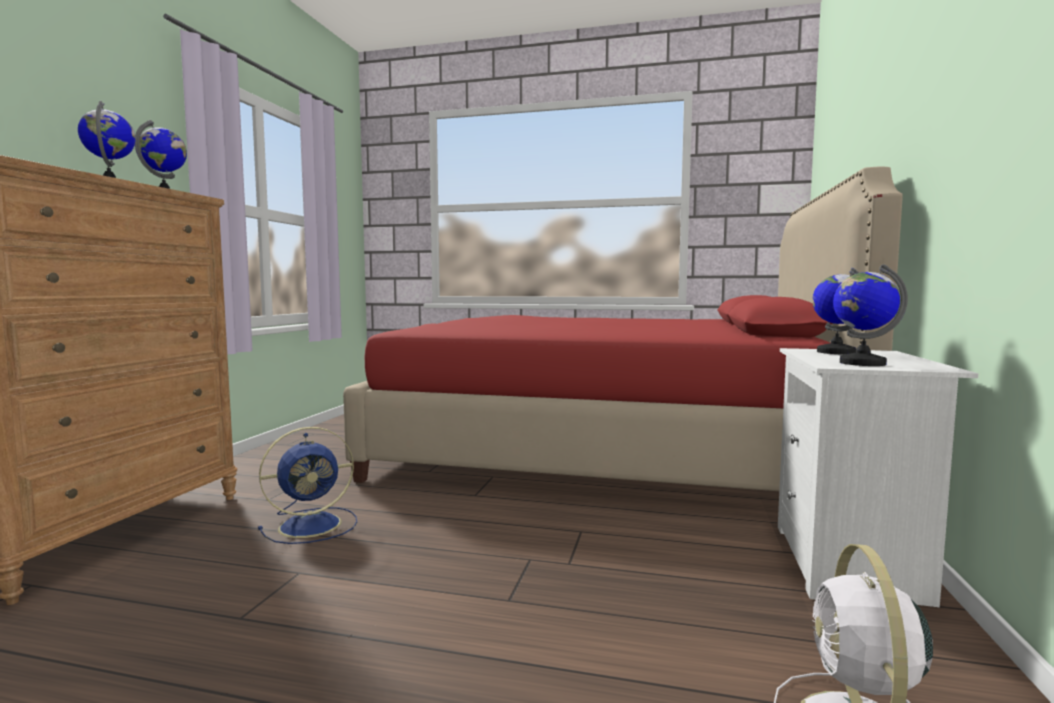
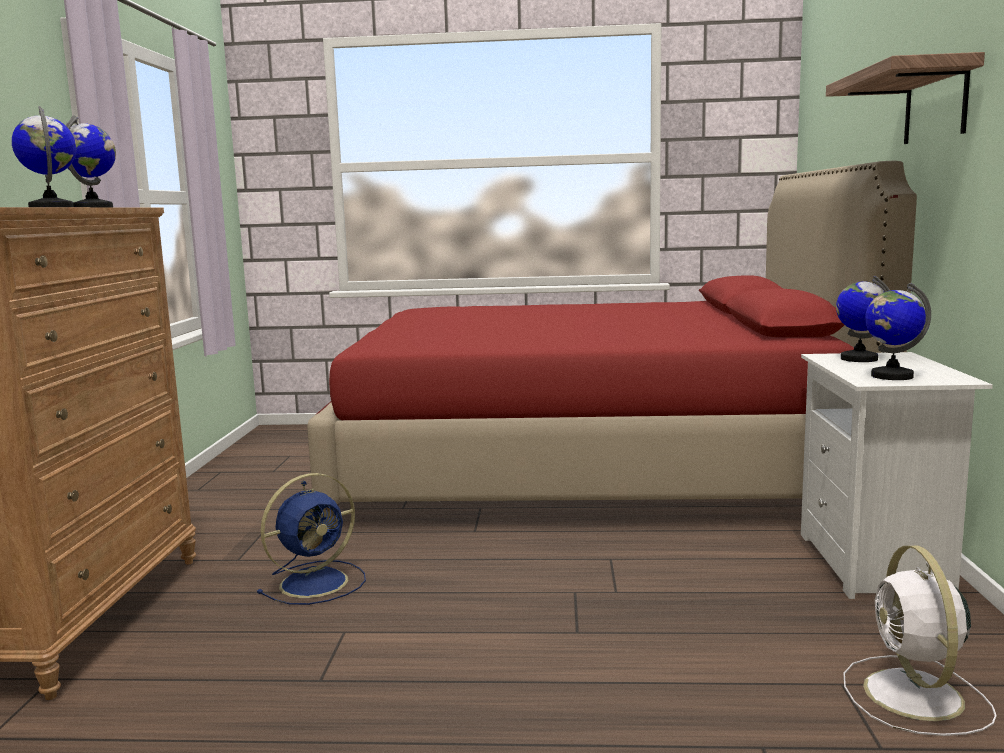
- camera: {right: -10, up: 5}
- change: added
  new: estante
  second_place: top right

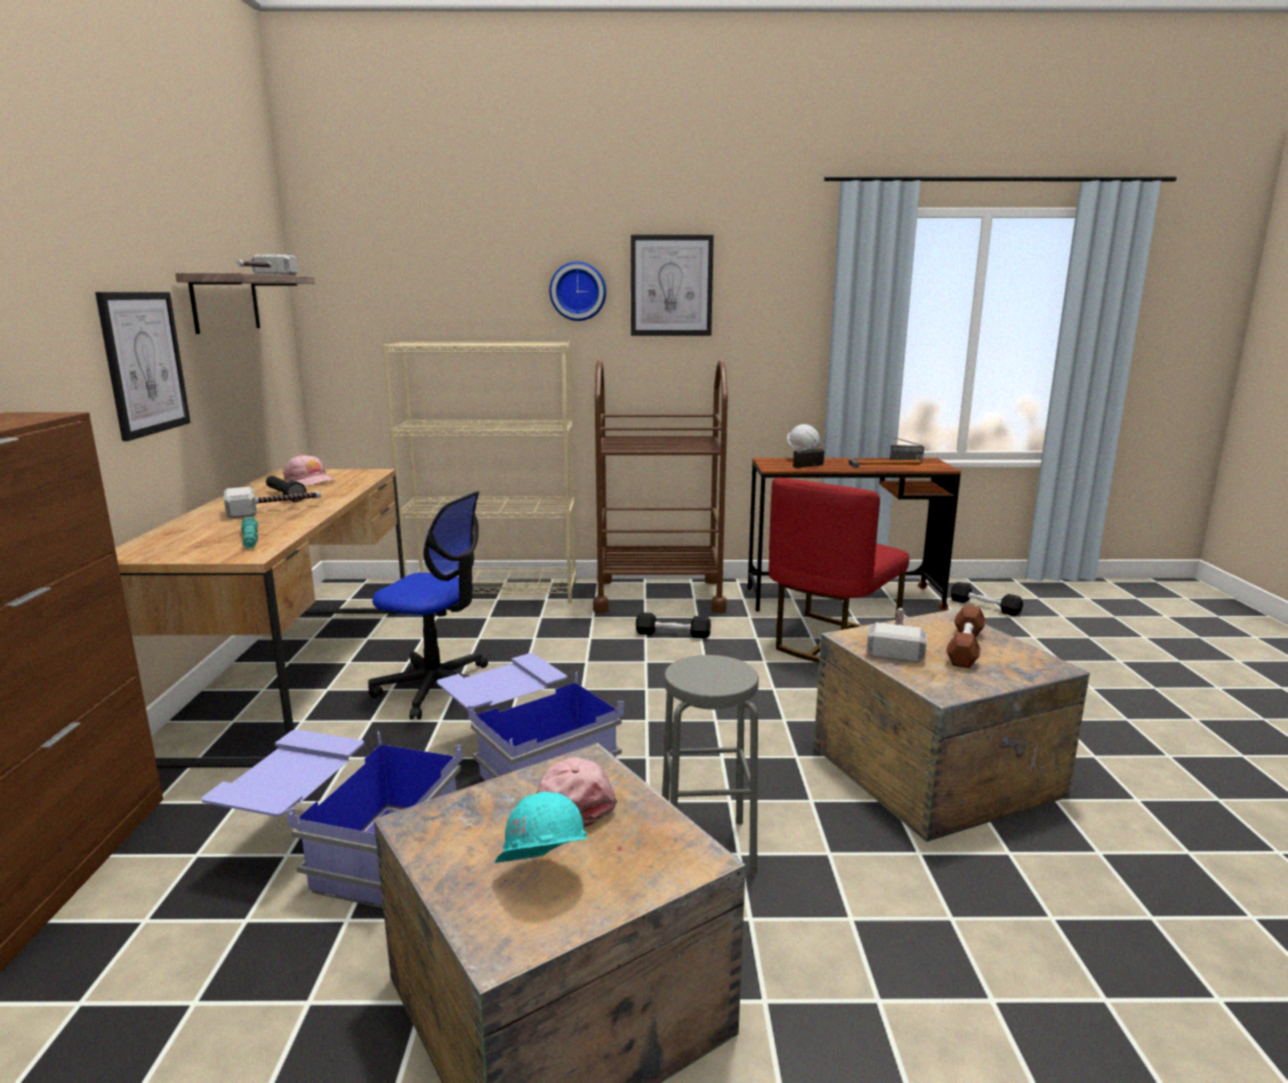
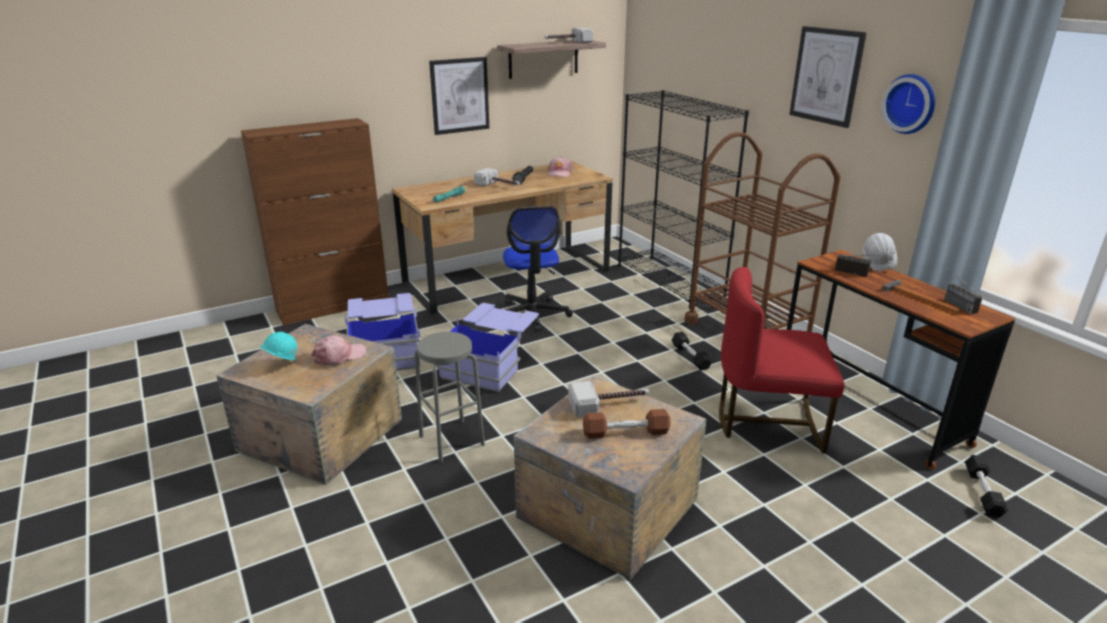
- camera: {right: 60, up: 10}
- change: recoloured
  old: estantería (beis)
  new: estantería (negro)
  first_place: centre
  second_place: top centre
- change: moved
  old: reloj de pared
  first_place: top centre
  second_place: top right

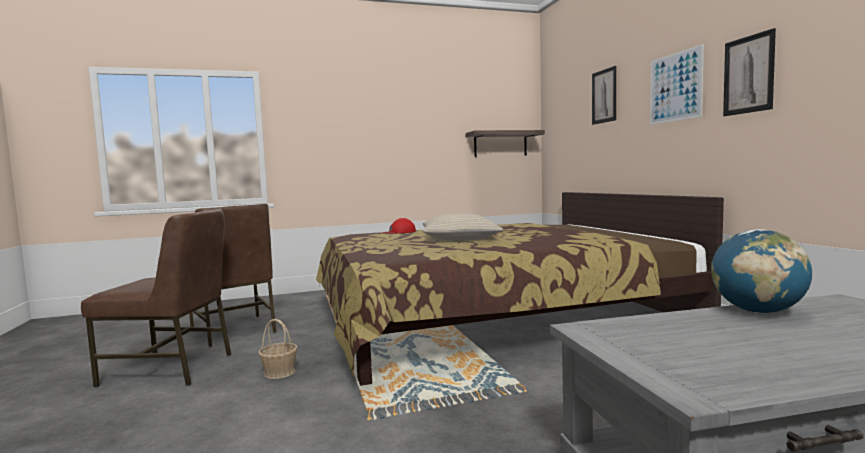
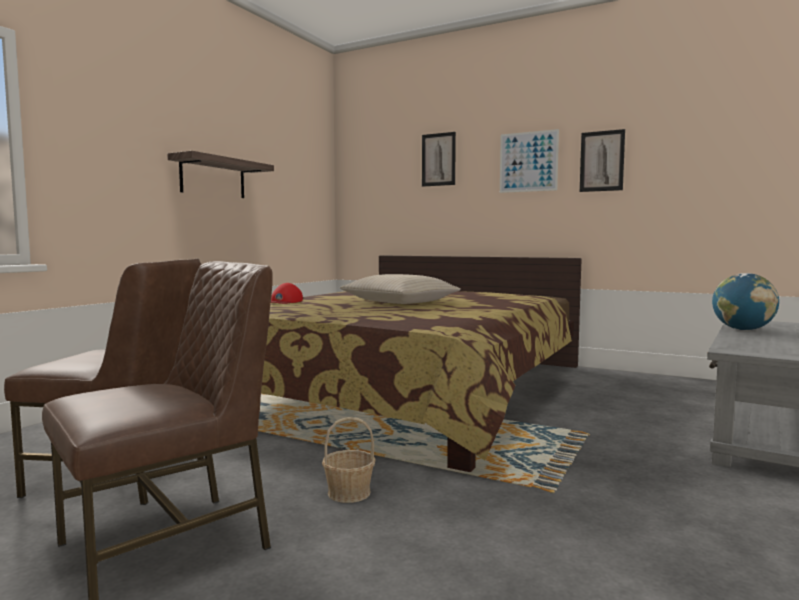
- camera: {right: -45, up: 0}
- change: moved
  old: estante
  first_place: top centre
  second_place: top left

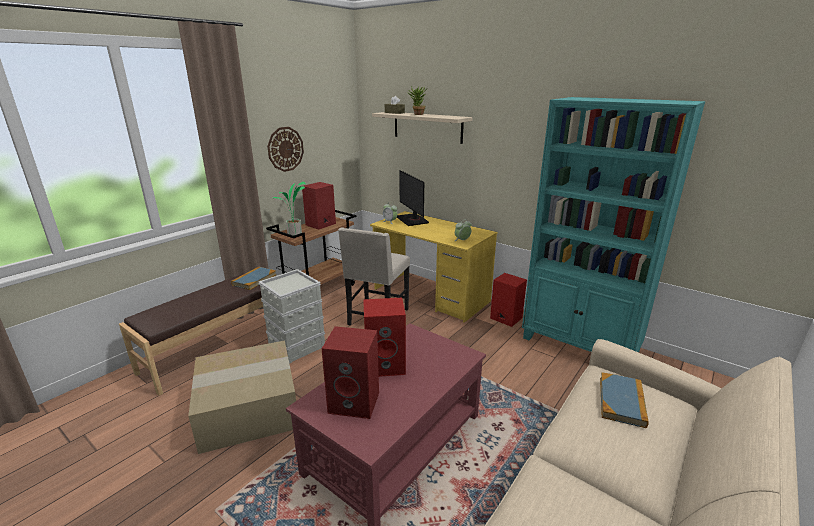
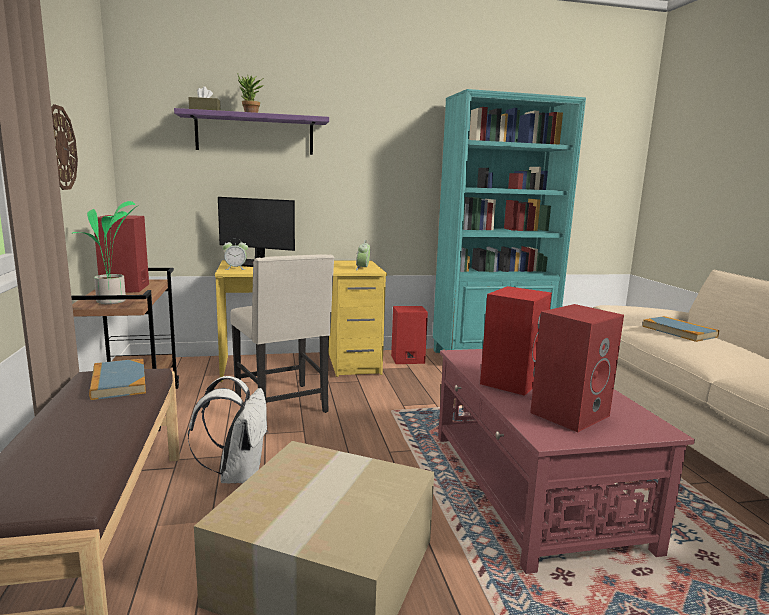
- camera: {right: -50, up: -10}
- change: replaced
  old: caja de almacenaje (gris)
  new: mochila (blanco)
  first_place: centre
  second_place: bottom left
- change: recoloured
  old: estante (beis)
  new: estante (morado)
  first_place: top centre
  second_place: top left

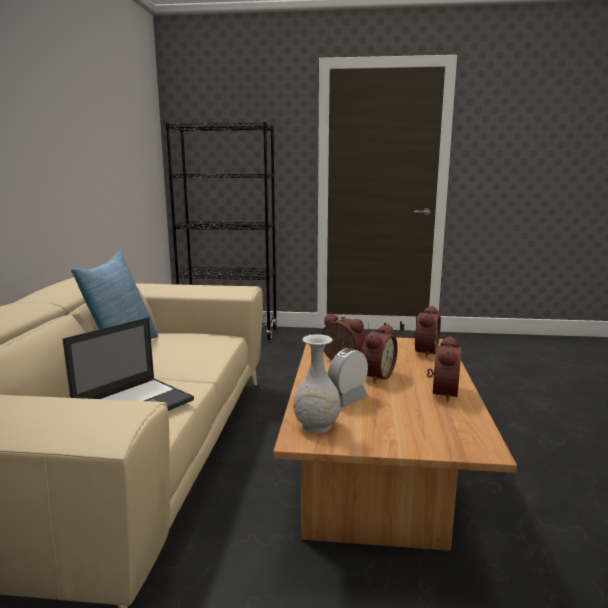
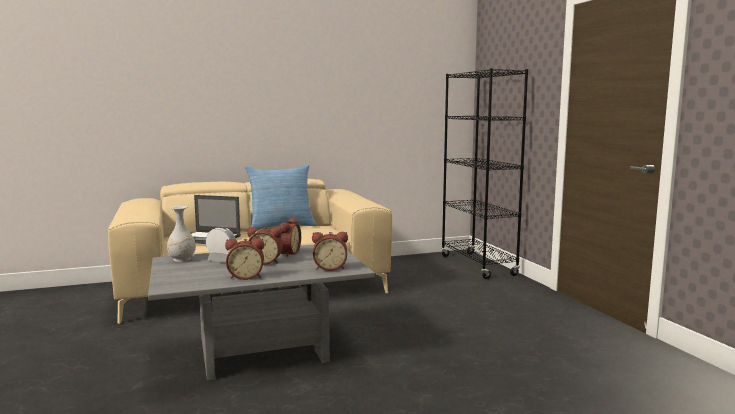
- camera: {right: 65, up: -5}
- change: recoloured
  old: mesa de centro (marrón)
  new: mesa de centro (gris)
  first_place: bottom centre
  second_place: bottom centre

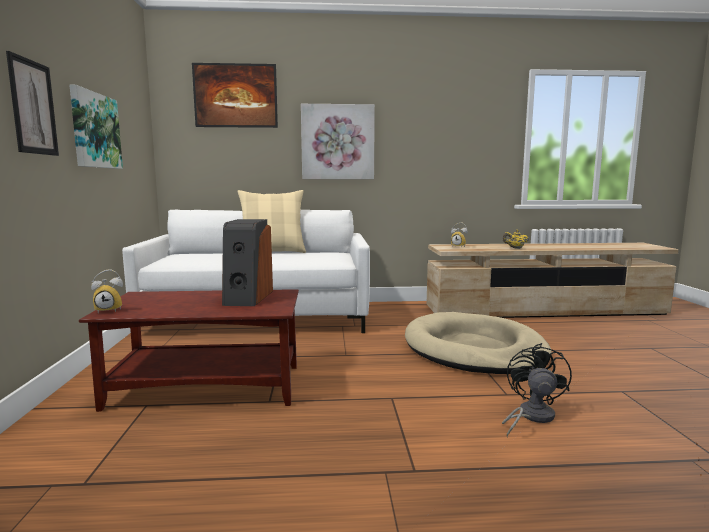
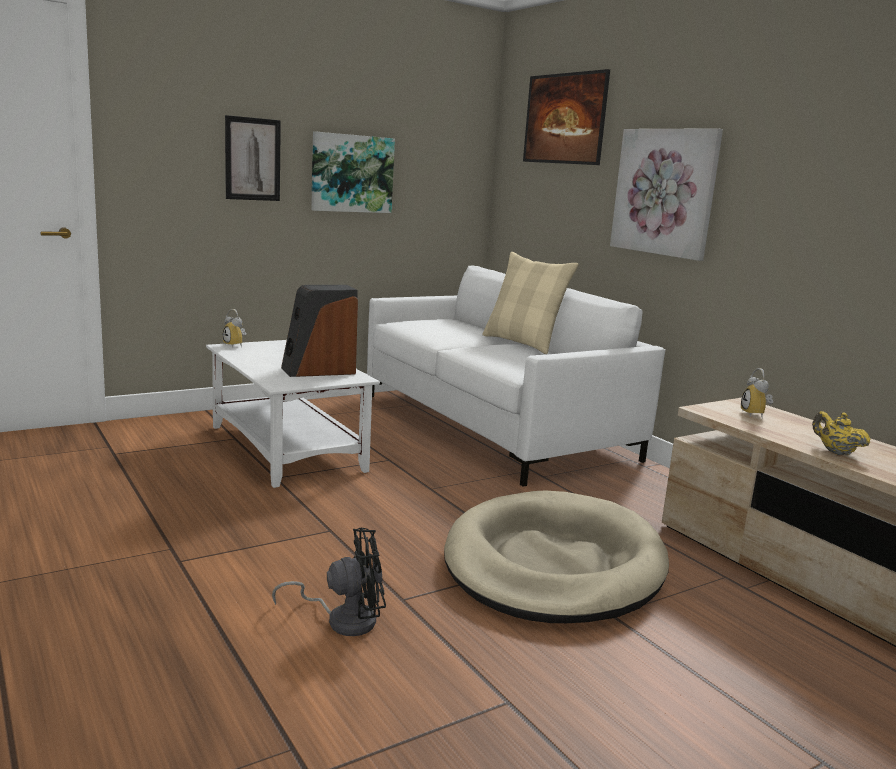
- camera: {right: 60, up: 5}
- change: recoloured
  old: mesa de centro (marrón)
  new: mesa de centro (blanco)
  first_place: middle left
  second_place: middle left

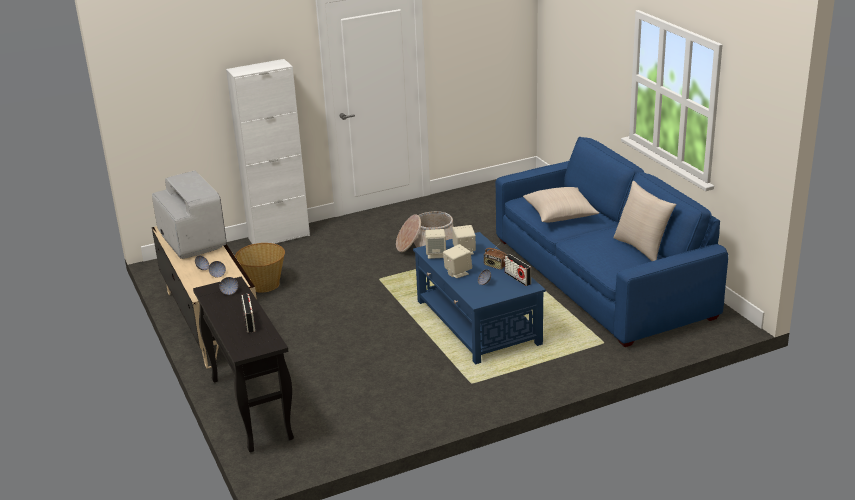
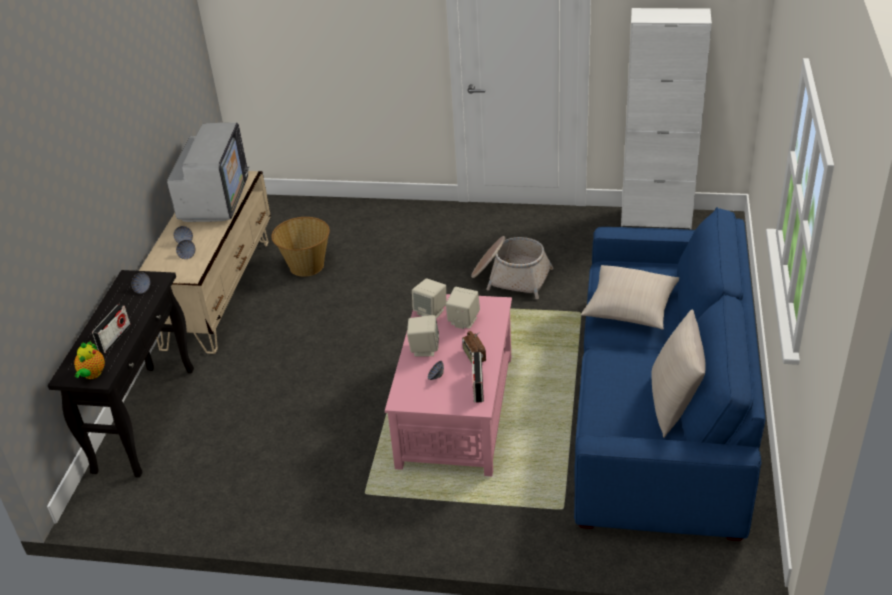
- camera: {right: 35, up: 10}
- change: moved
  old: armario (blanco)
  first_place: top left
  second_place: top right
- change: recoloured
  old: mesa de centro (azul)
  new: mesa de centro (rosa)
  first_place: centre
  second_place: centre
- change: added
  new: tetera
  second_place: middle left

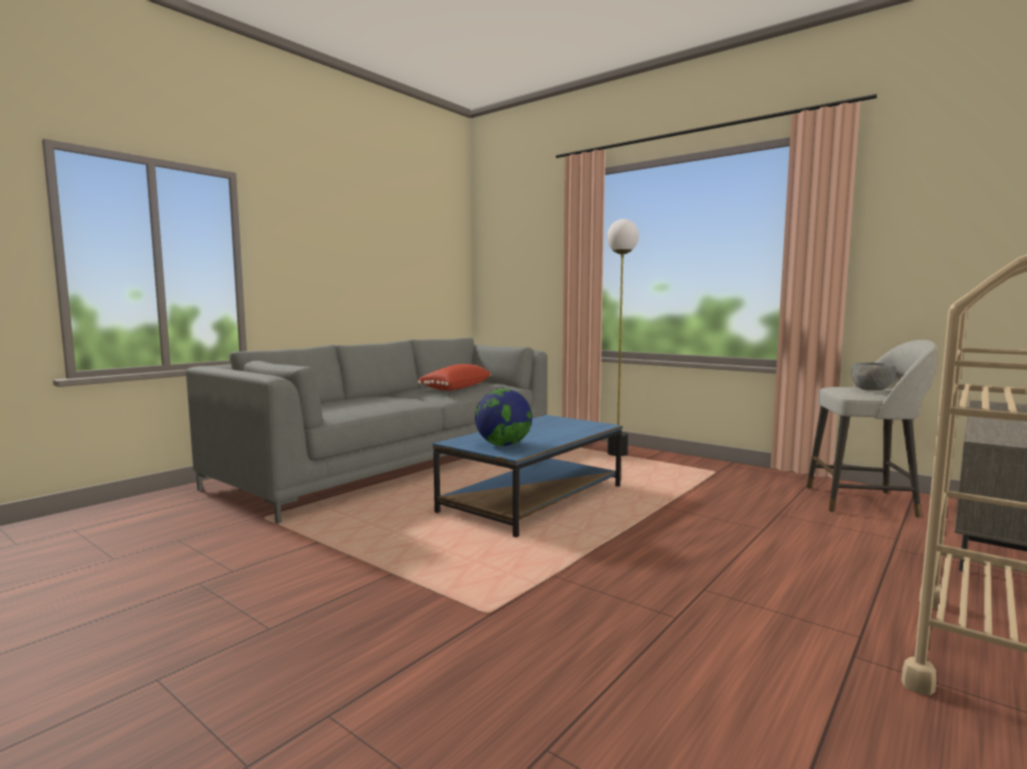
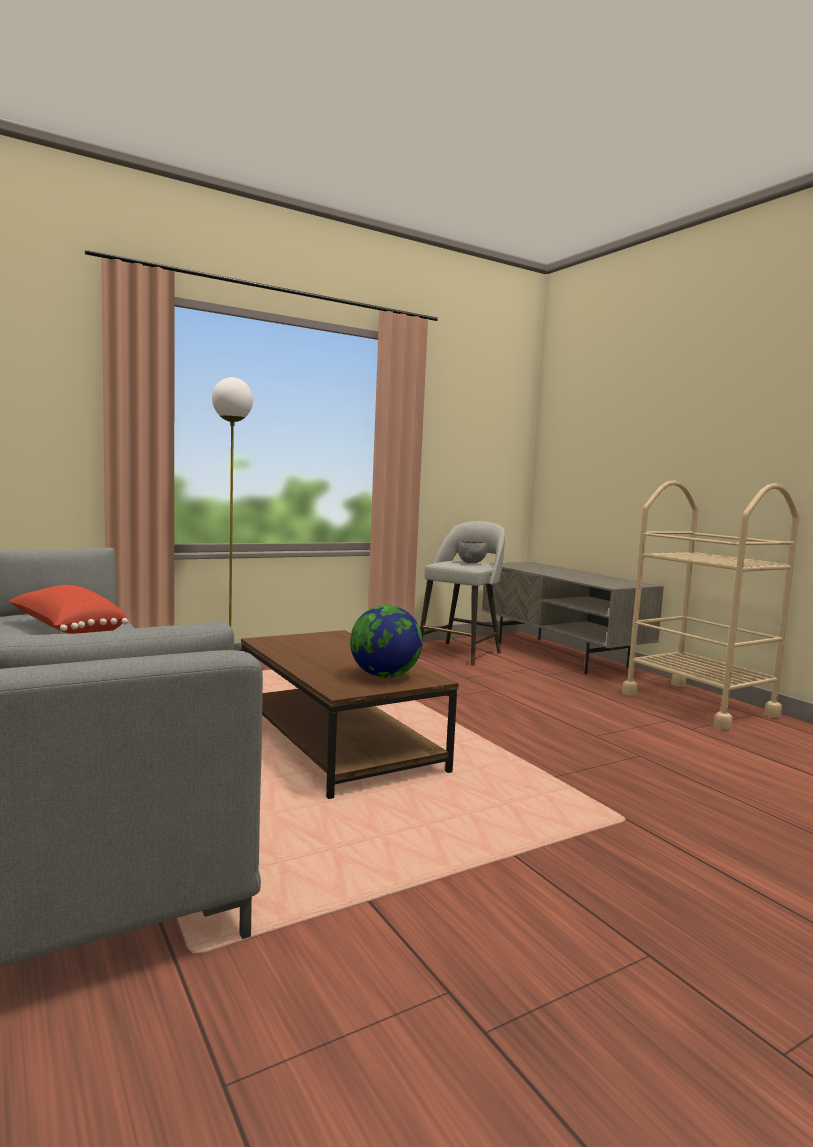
- camera: {right: -70, up: 0}
- change: recoloured
  old: mesa de centro (azul)
  new: mesa de centro (marrón)
  first_place: centre
  second_place: centre

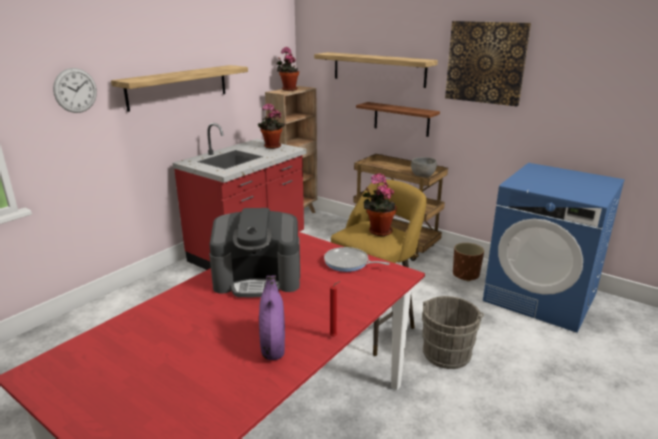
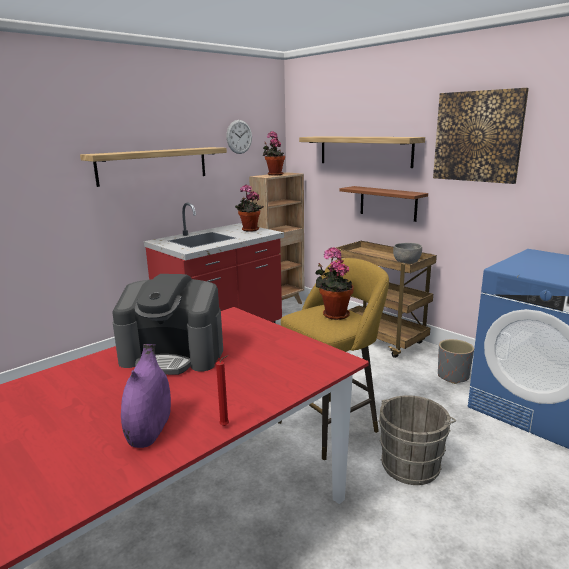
- camera: {right: 10, up: -5}
- change: moved
  old: reloj de pared
  first_place: top left
  second_place: top centre
- change: removed
  old: sartén
  first_place: centre
- change: recoloured
  old: maceta (marrón)
  new: maceta (gris)
  first_place: middle right
  second_place: middle right

